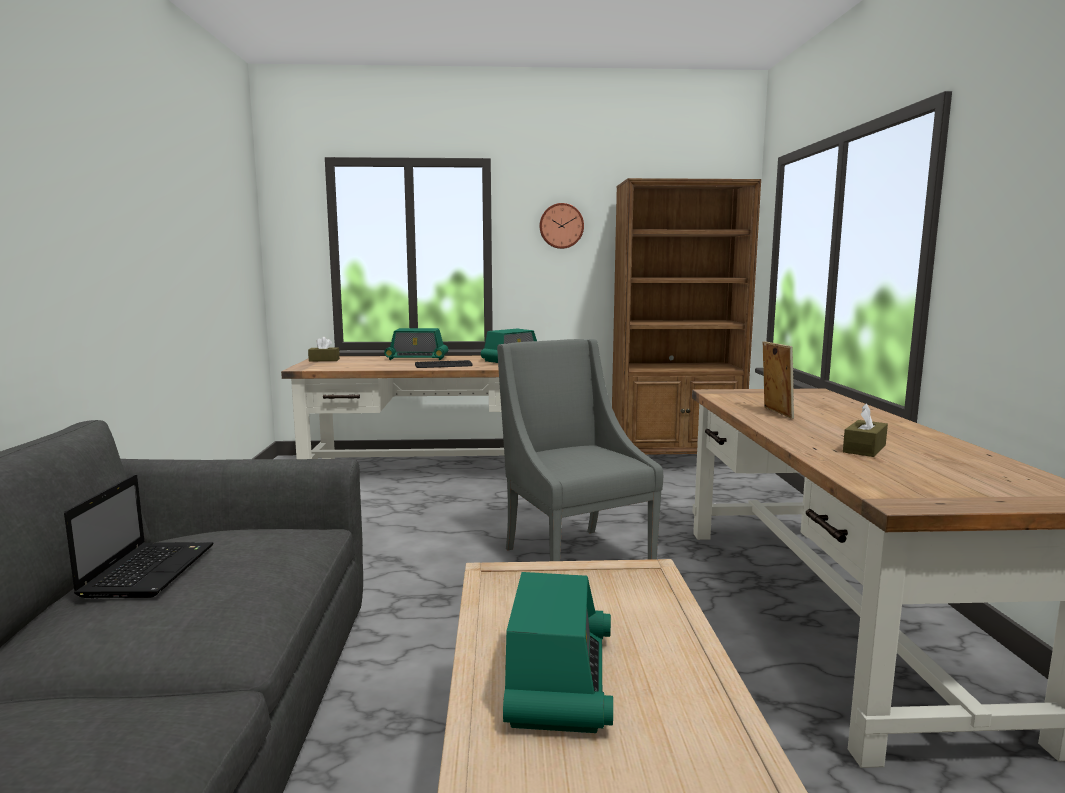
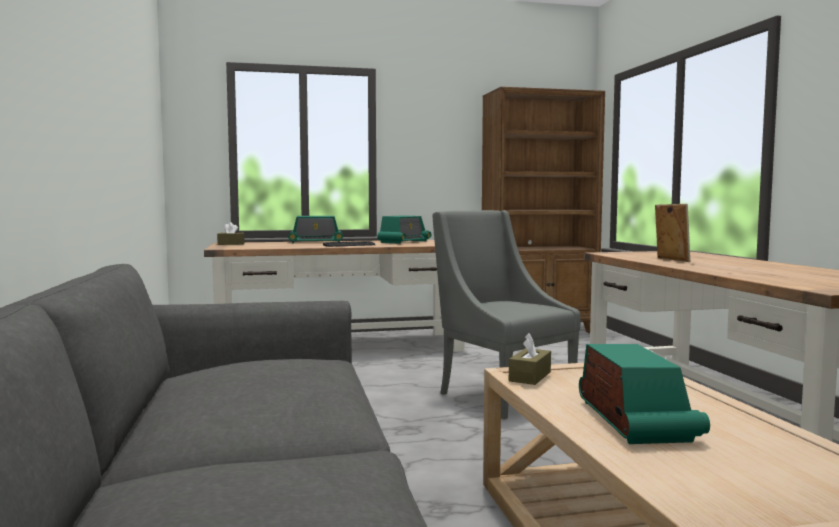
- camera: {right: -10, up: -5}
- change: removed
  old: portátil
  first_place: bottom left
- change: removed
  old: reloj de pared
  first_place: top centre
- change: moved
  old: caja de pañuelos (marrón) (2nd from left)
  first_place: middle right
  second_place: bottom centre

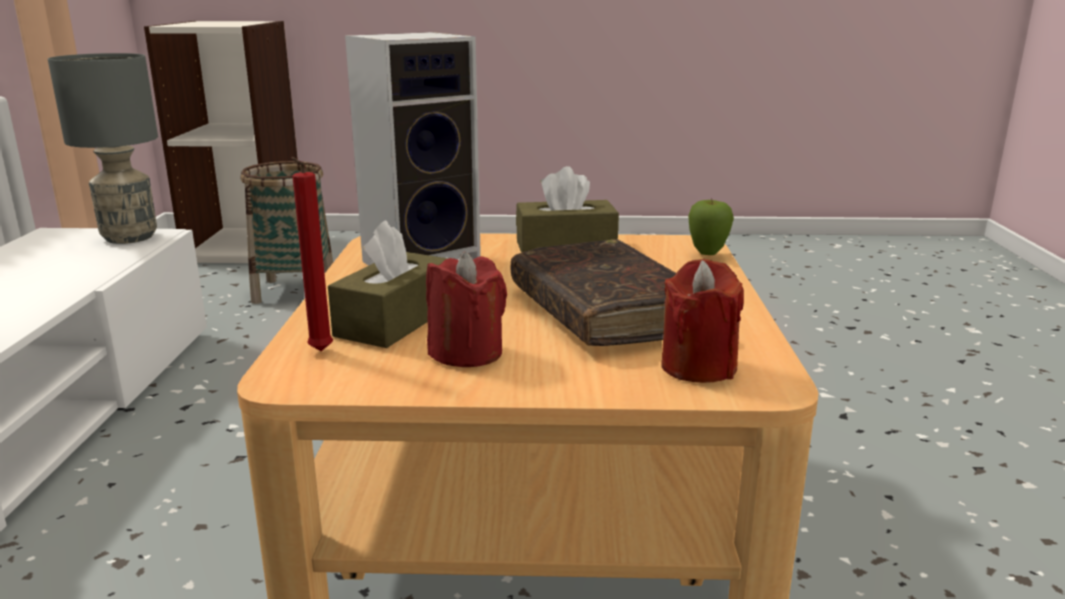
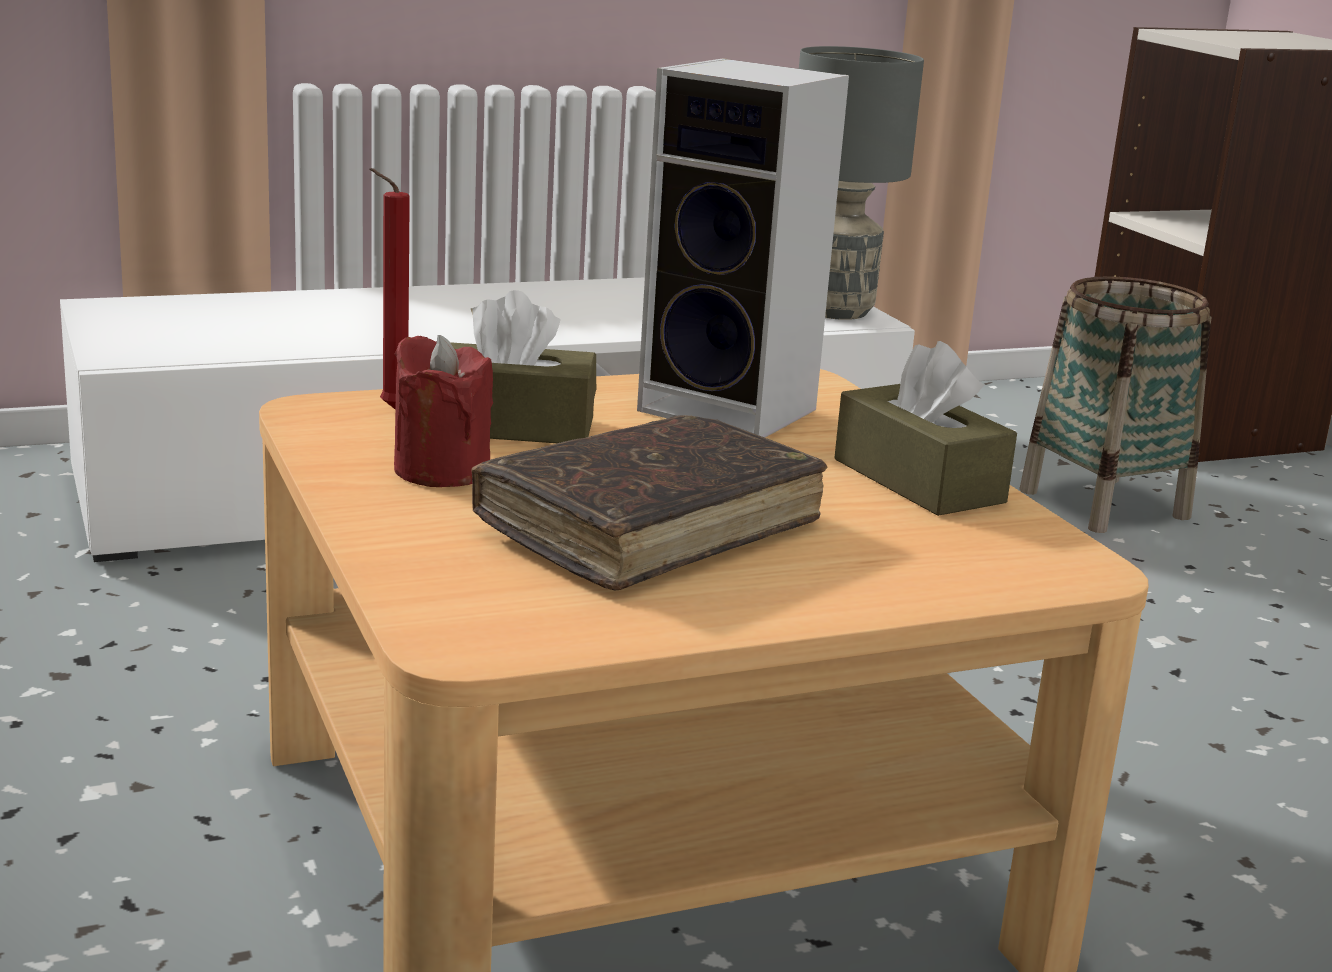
- camera: {right: 65, up: 0}
- change: removed
  old: vela (rojo) (3rd from left)
  first_place: centre
- change: removed
  old: manzana
  first_place: middle right

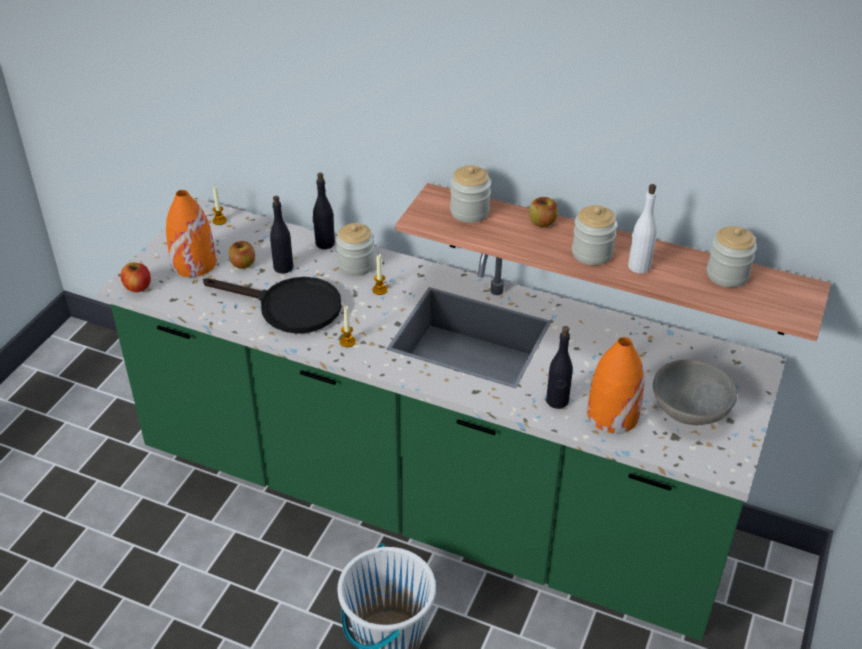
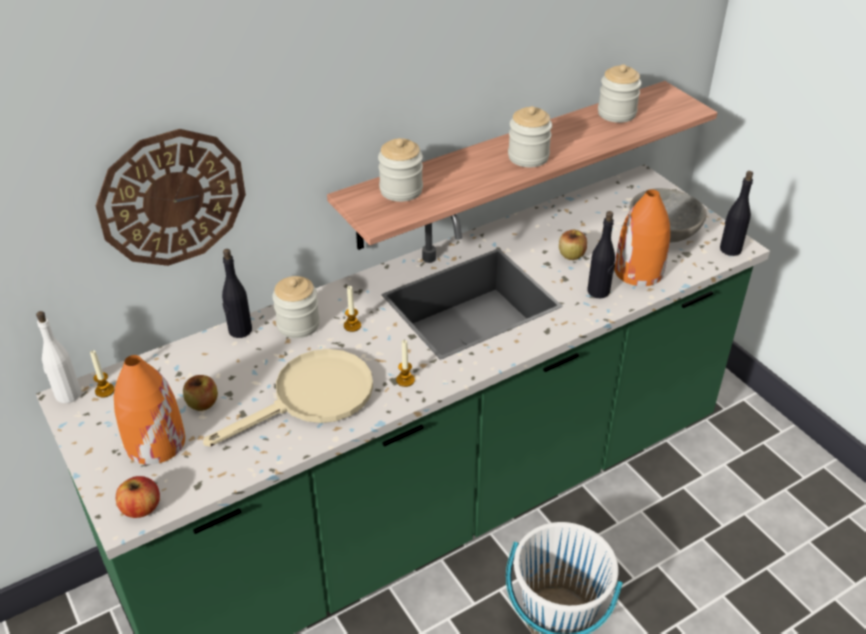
- camera: {right: -55, up: 0}
- change: recoloured
  old: sartén (negro)
  new: sartén (beis)
  first_place: middle left
  second_place: middle left
- change: moved
  old: botella (negro) (1st from left in the first image)
  new: botella (negro) (3rd from left)
  first_place: middle left
  second_place: middle right
- change: moved
  old: manzana (3rd from left)
  first_place: top centre
  second_place: centre
- change: moved
  old: botella (blanco)
  first_place: middle right
  second_place: middle left
- change: added
  new: reloj de pared
  second_place: top left

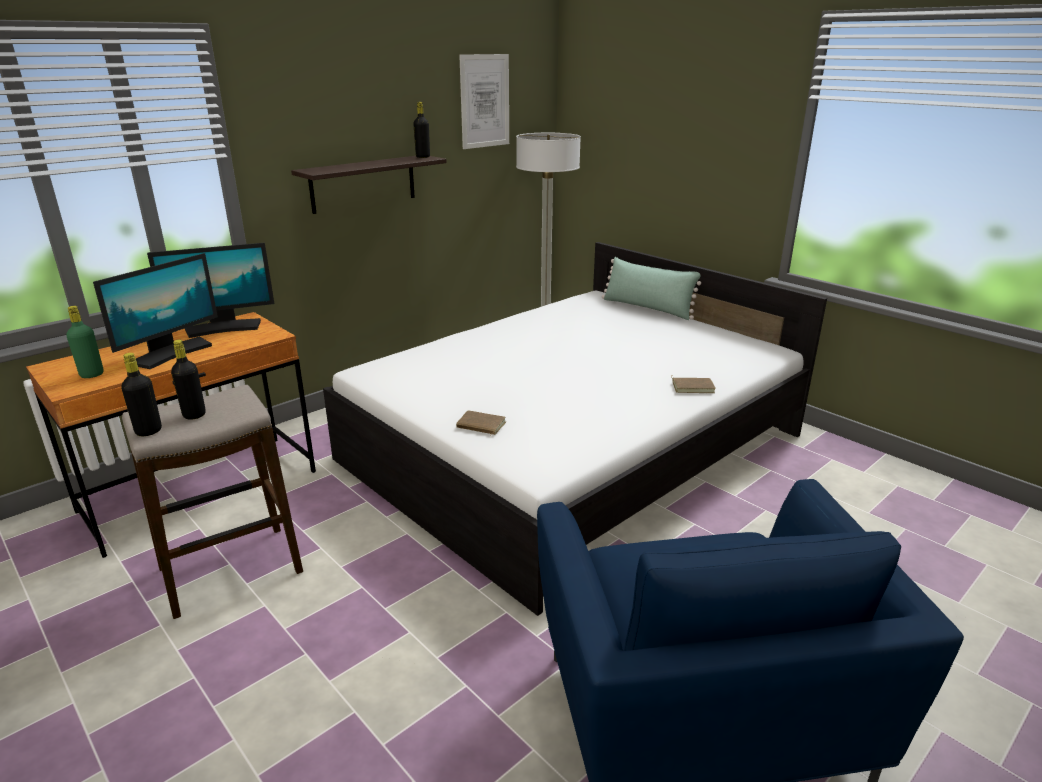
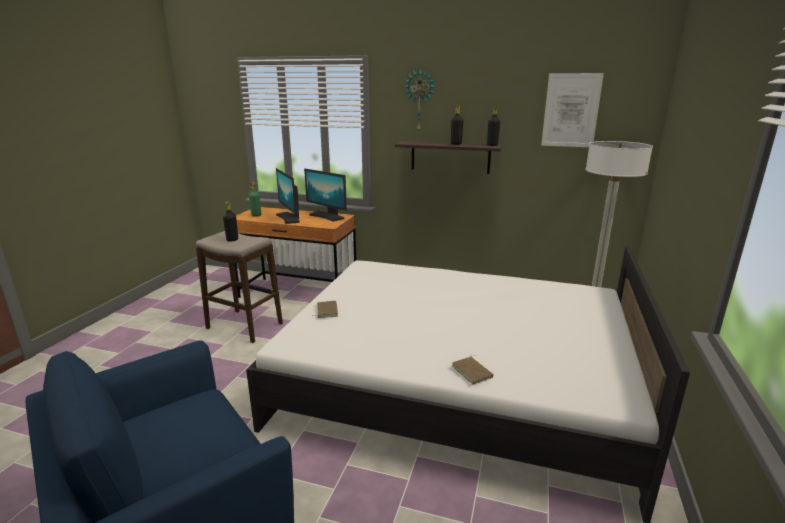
- camera: {right: 60, up: -5}
- change: turned
  old: monitor (1st from left)
  first_place: middle left
  second_place: centre
  degrees: 60
- change: moved
  old: botella (negro) (1st from left in the first image)
  new: botella (negro) (2nd from left)
  first_place: middle left
  second_place: top centre
- change: removed
  old: cojín (verde)
  first_place: centre
- change: added
  new: reloj de pared
  second_place: top centre

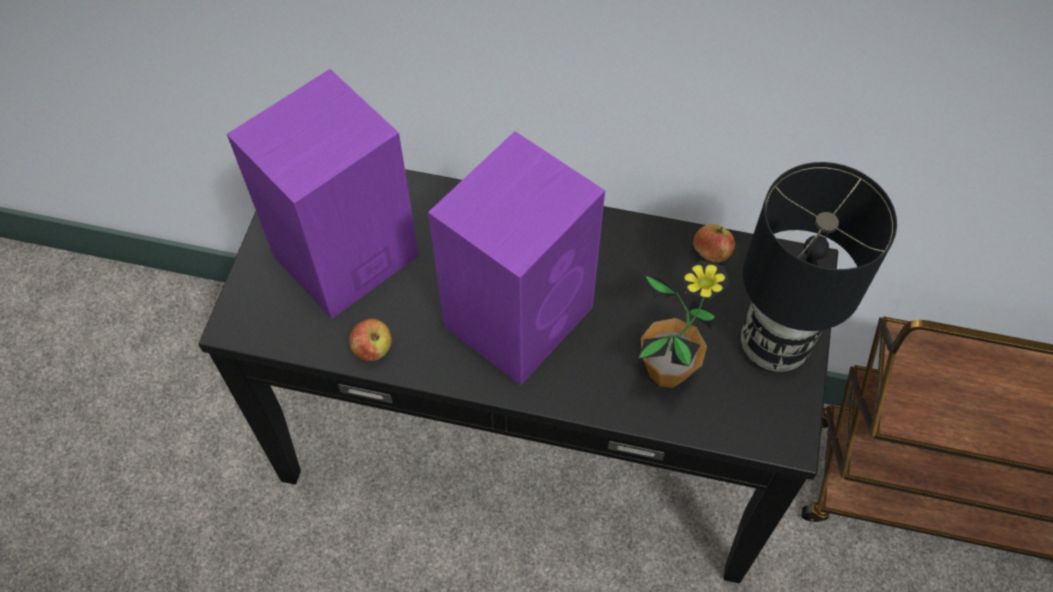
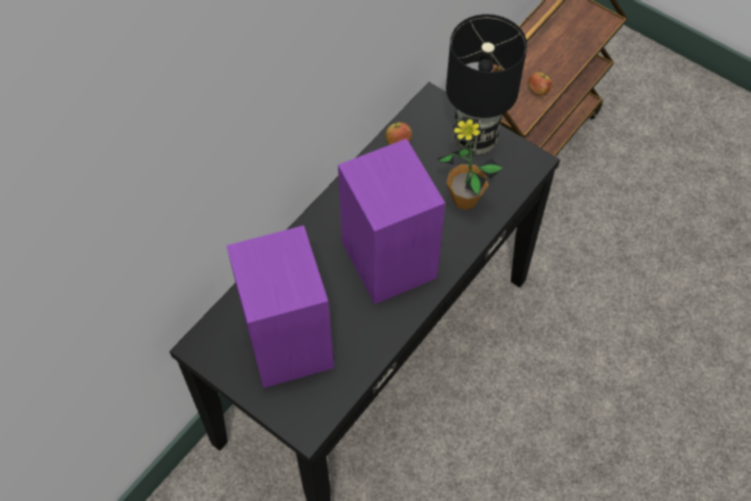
- camera: {right: -65, up: 0}
- change: moved
  old: manzana (1st from left in the first image)
  new: manzana (2nd from left)
  first_place: centre
  second_place: top right

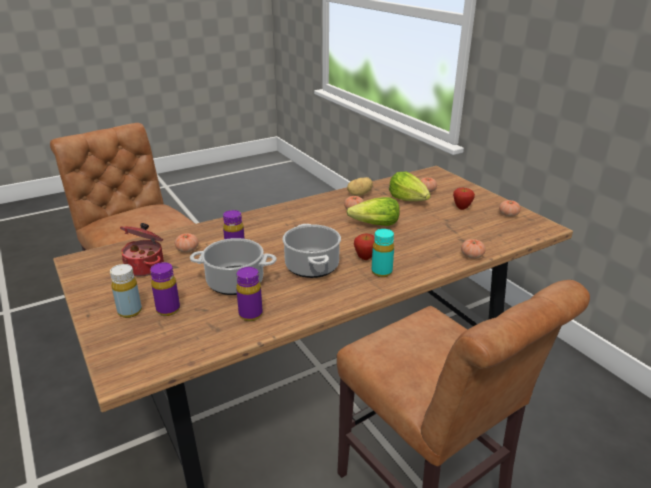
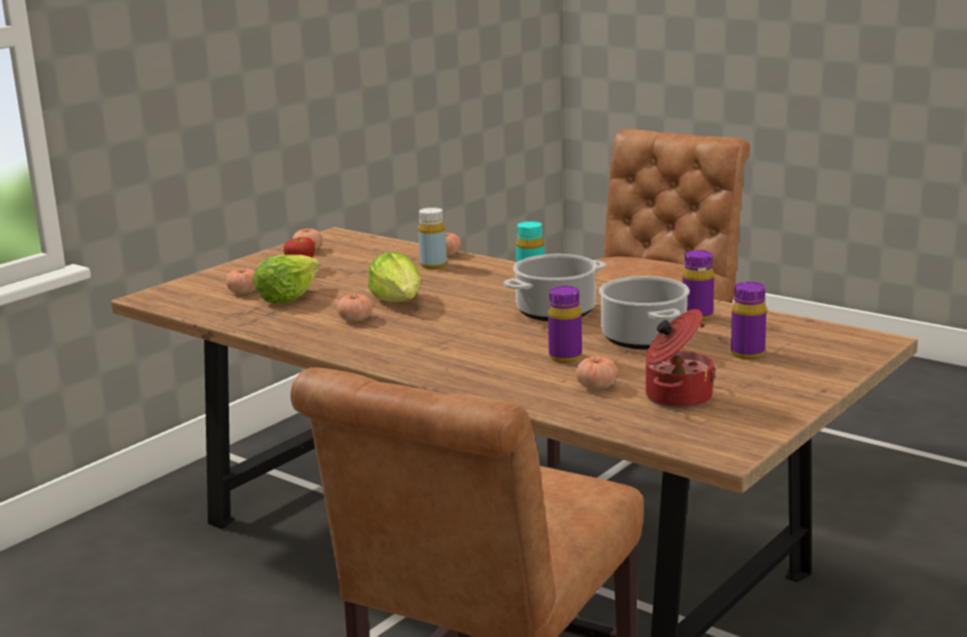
- camera: {right: -110, up: -10}
- change: moved
  old: botella (amarillo)
  first_place: middle left
  second_place: centre
- change: removed
  old: patata
  first_place: centre
- change: removed
  old: manzana (1st from left)
  first_place: centre

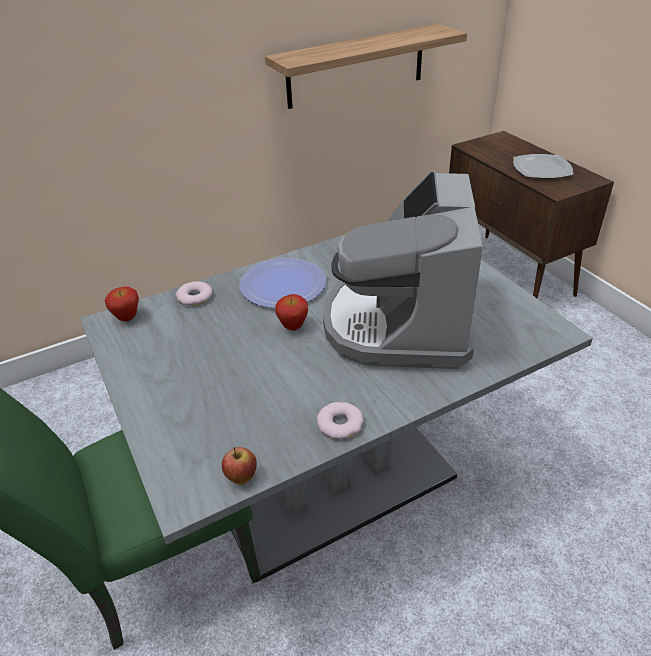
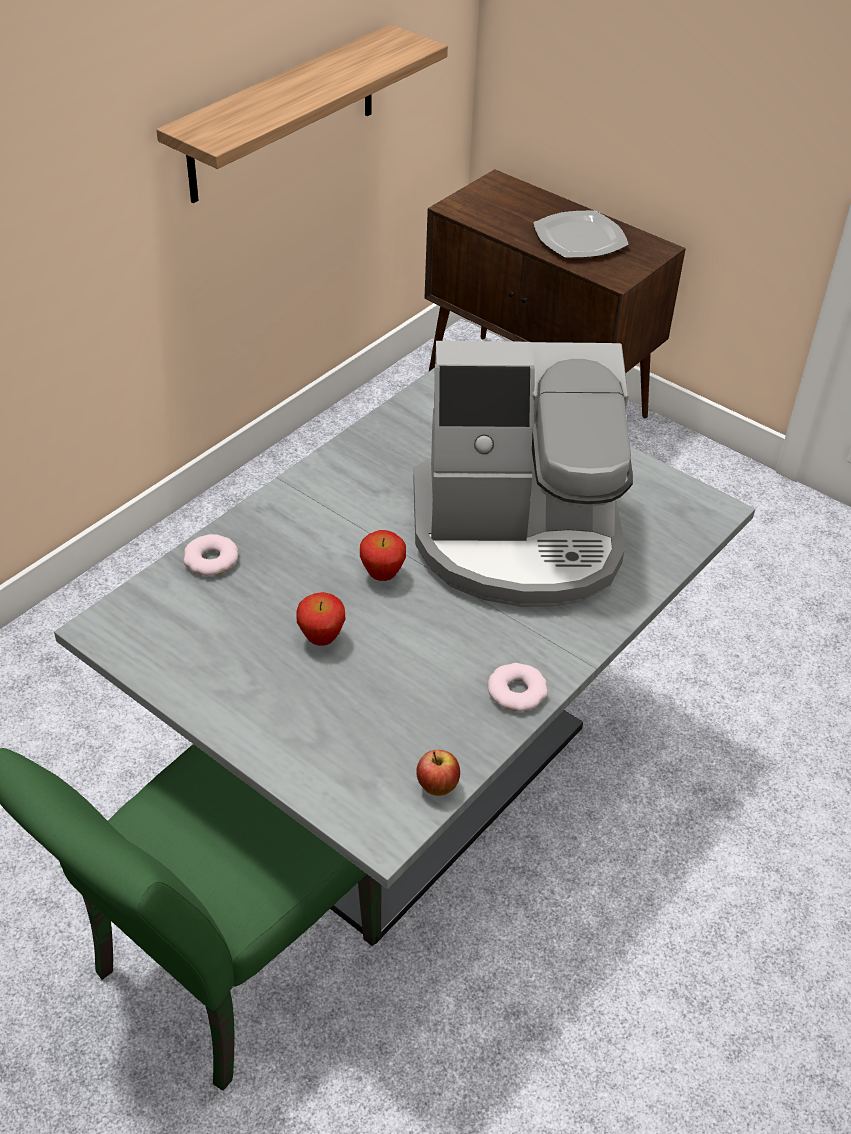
- camera: {right: -25, up: 5}
- change: moved
  old: manzana (1st from left)
  first_place: middle left
  second_place: centre
- change: removed
  old: plato (1st from left)
  first_place: centre
- change: turned
  old: cafetera
  first_place: centre
  second_place: centre
  degrees: -75

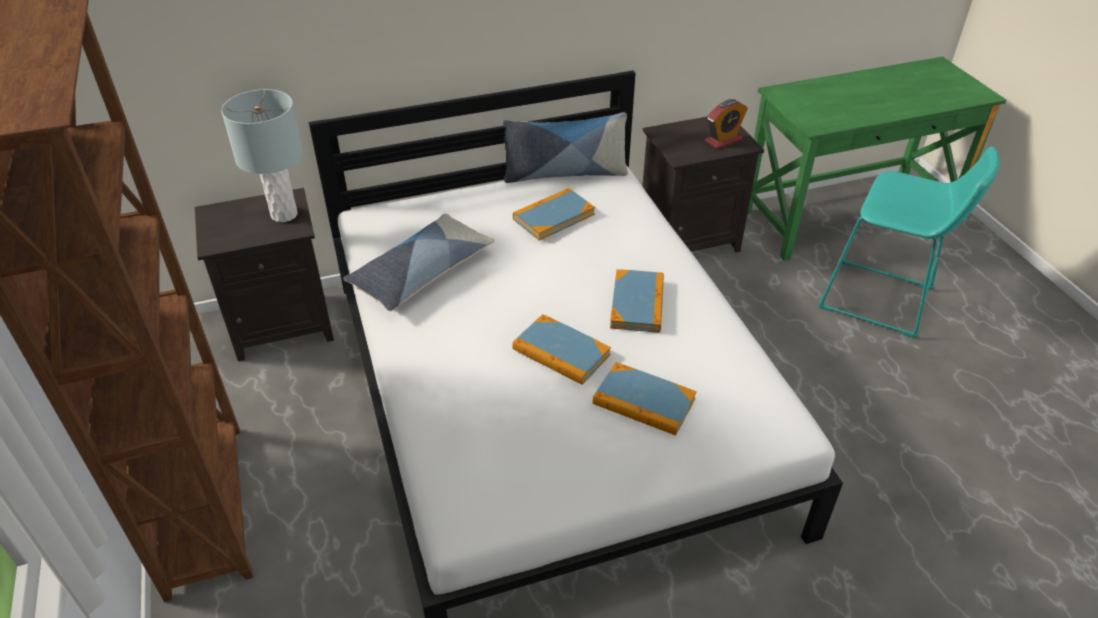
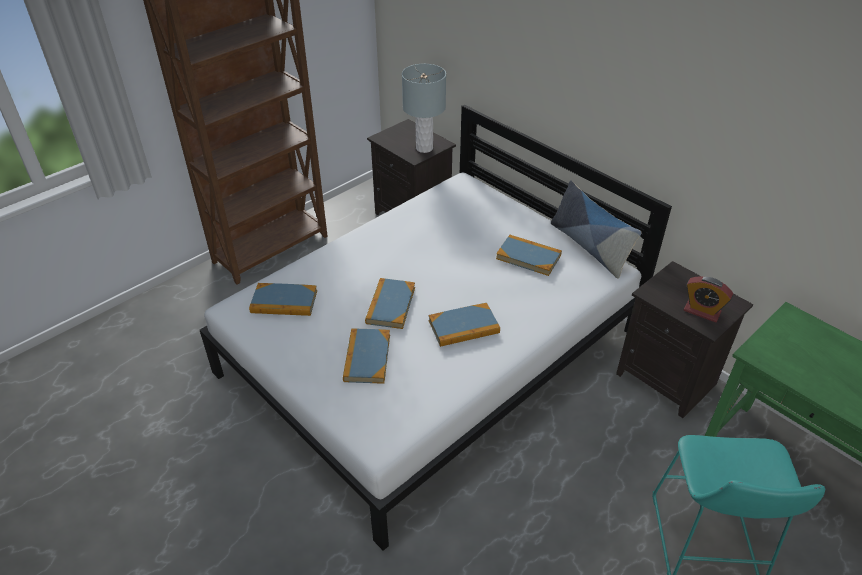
- camera: {right: 65, up: 0}
- change: removed
  old: cojín (1st from left)
  first_place: centre
- change: added
  new: libro (1st from left)
  second_place: middle left

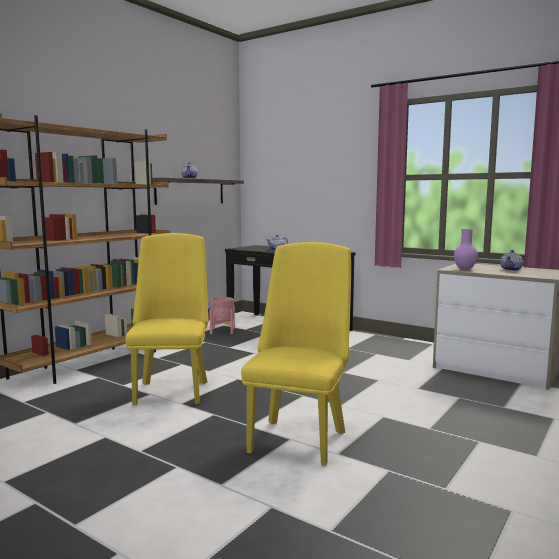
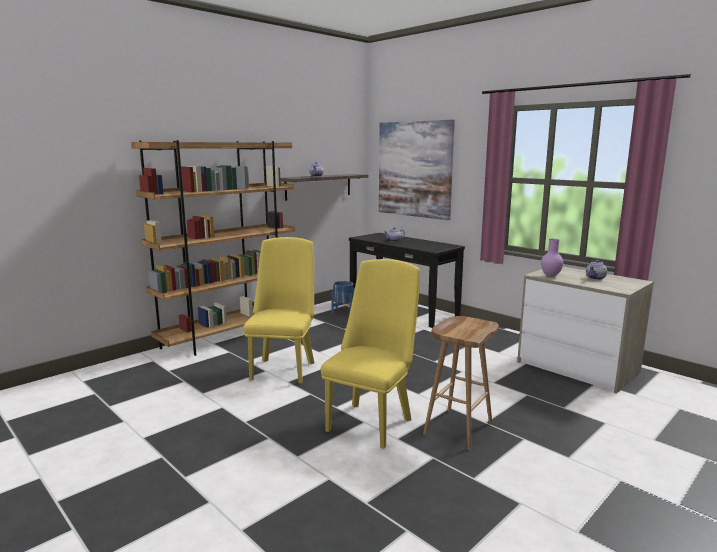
- camera: {right: 10, up: 5}
- change: recoloured
  old: maceta (rosa)
  new: maceta (azul)
  first_place: centre
  second_place: centre
- change: added
  new: cuadro
  second_place: top centre
- change: added
  new: taburete (marrón)
  second_place: bottom centre

